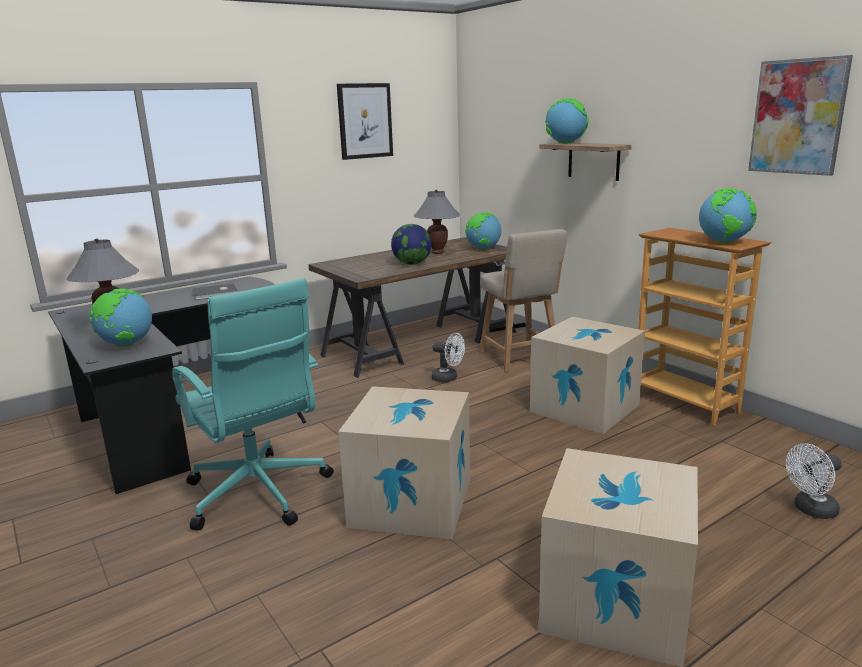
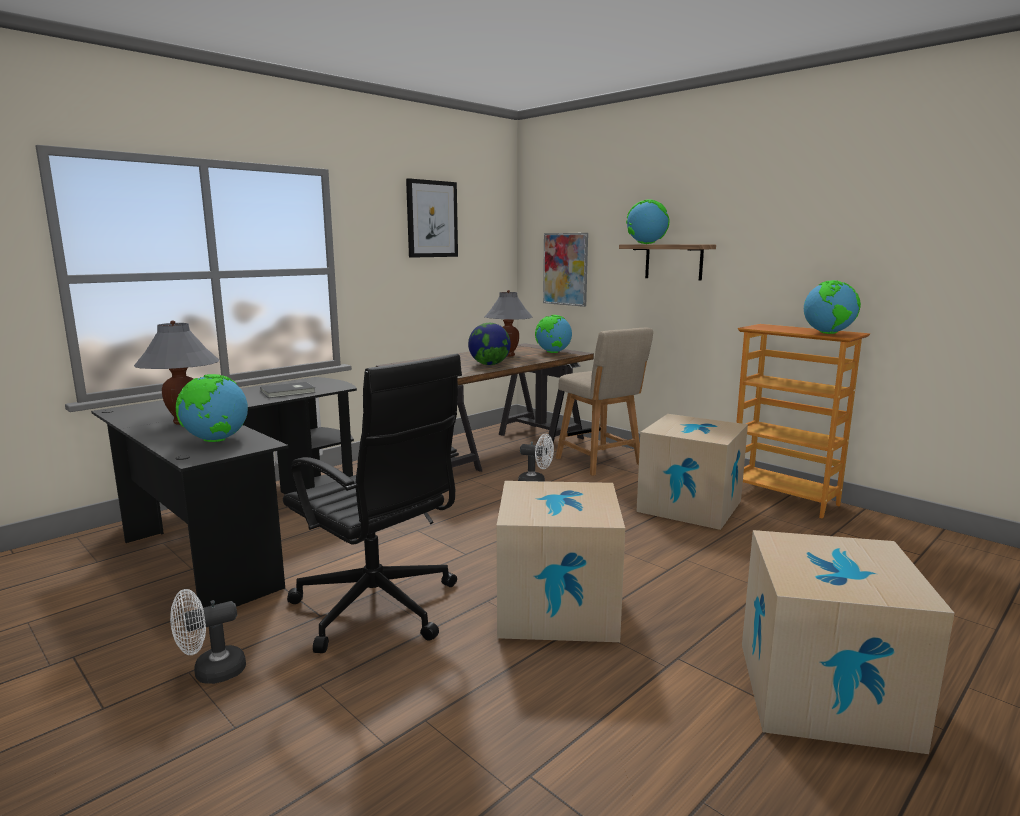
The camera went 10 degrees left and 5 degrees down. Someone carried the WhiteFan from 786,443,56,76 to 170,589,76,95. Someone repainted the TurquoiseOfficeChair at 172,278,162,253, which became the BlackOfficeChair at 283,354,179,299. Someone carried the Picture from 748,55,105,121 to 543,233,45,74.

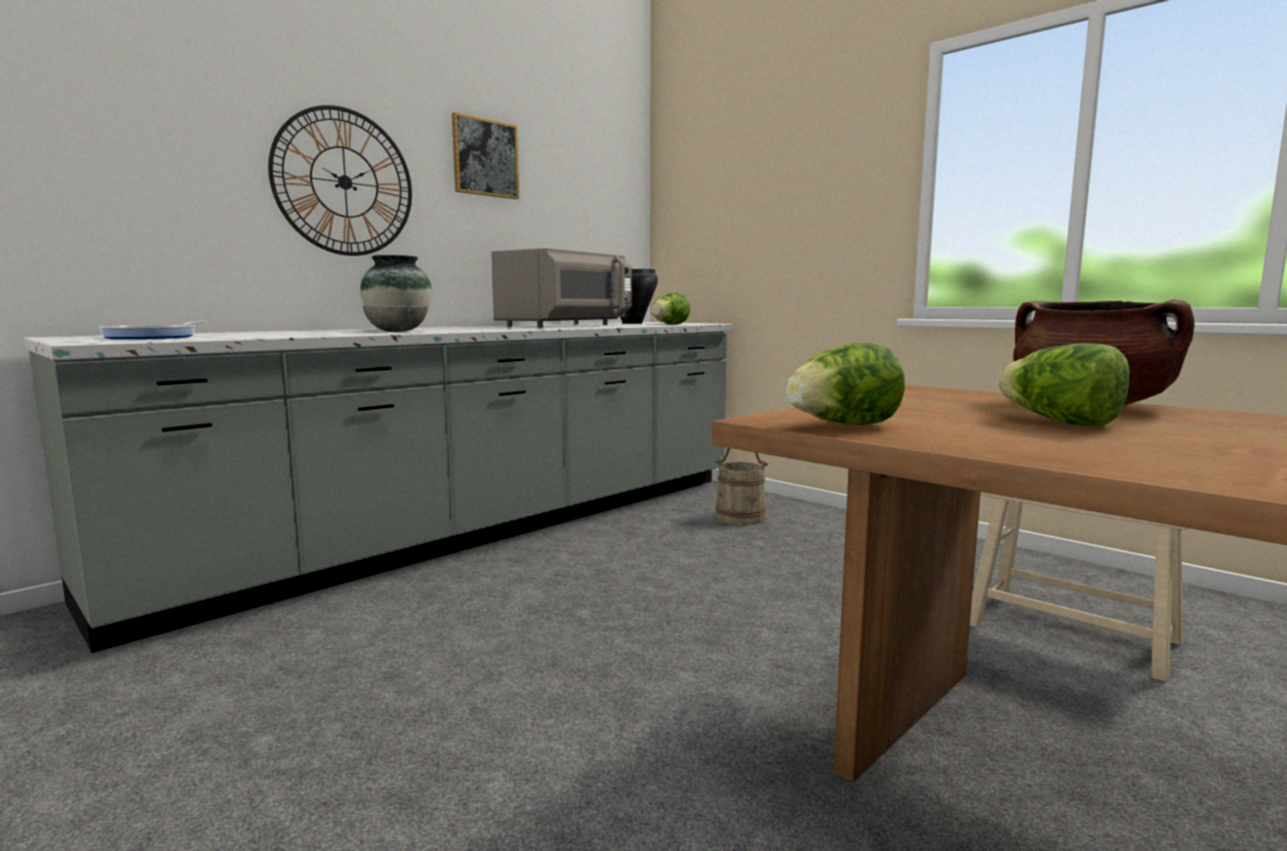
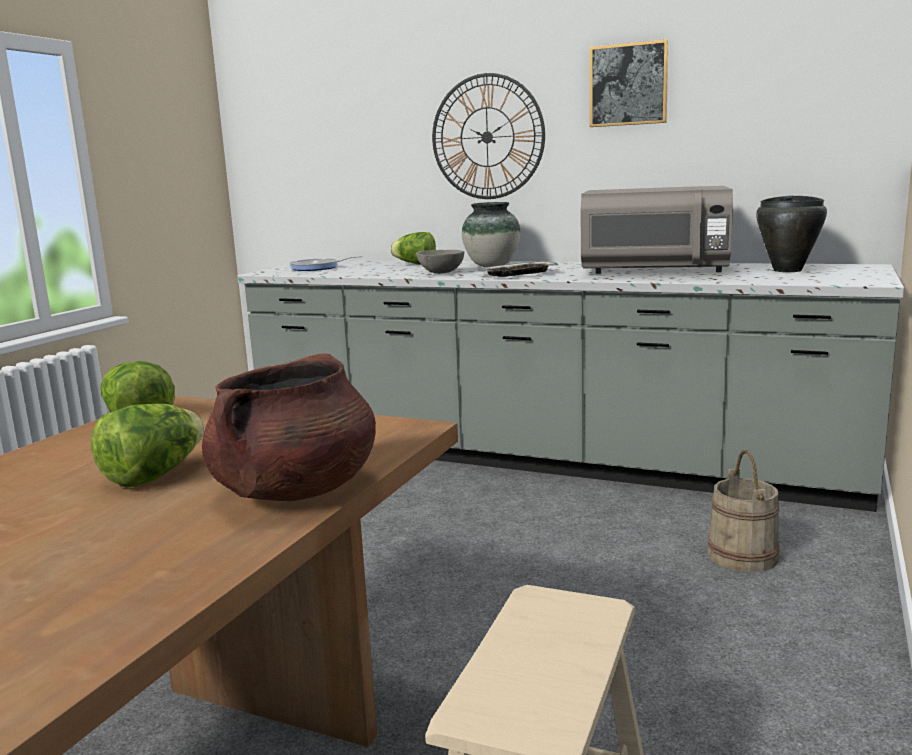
The camera went 70 degrees right and 5 degrees up. Someone carried the Lettuce from 651,293,39,31 to 390,232,46,32. Someone put down the Tray at 477,261,81,16.

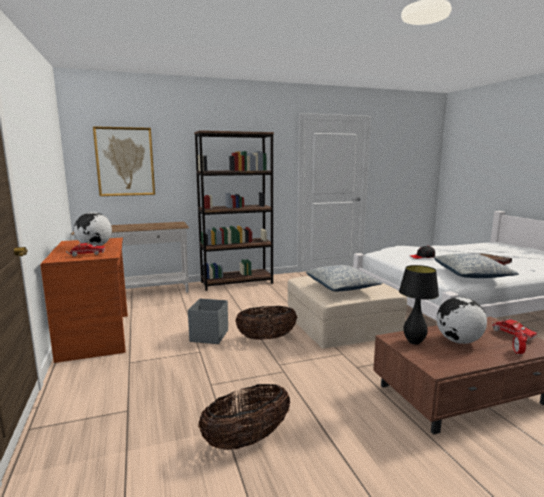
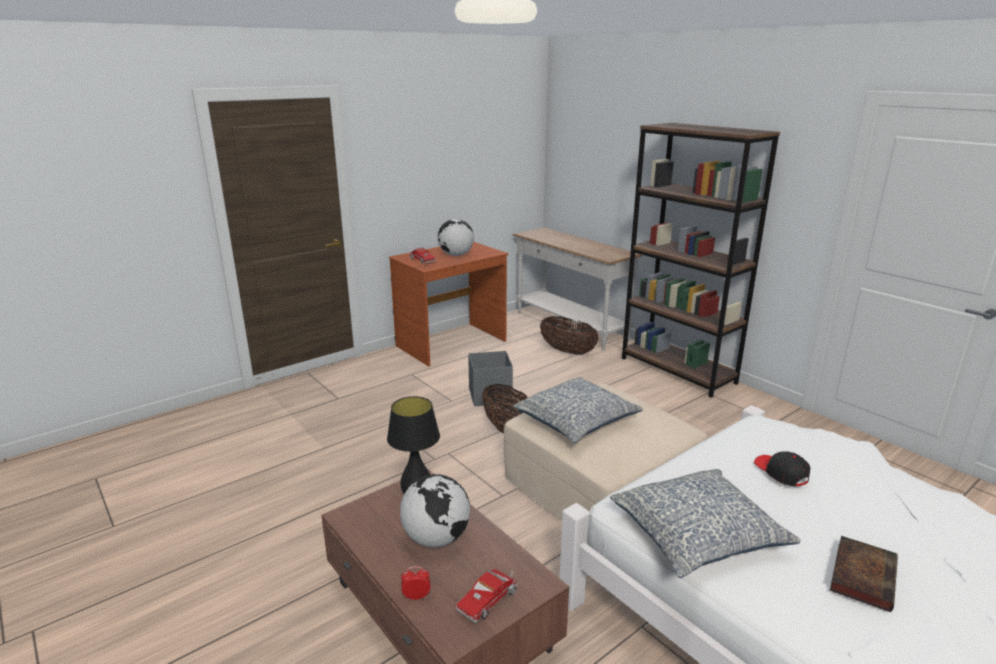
The camera went 70 degrees right and 10 degrees up. Someone carried the Basket from 198,384,92,66 to 540,316,59,39. Someone took away the Picture at 93,126,62,70.

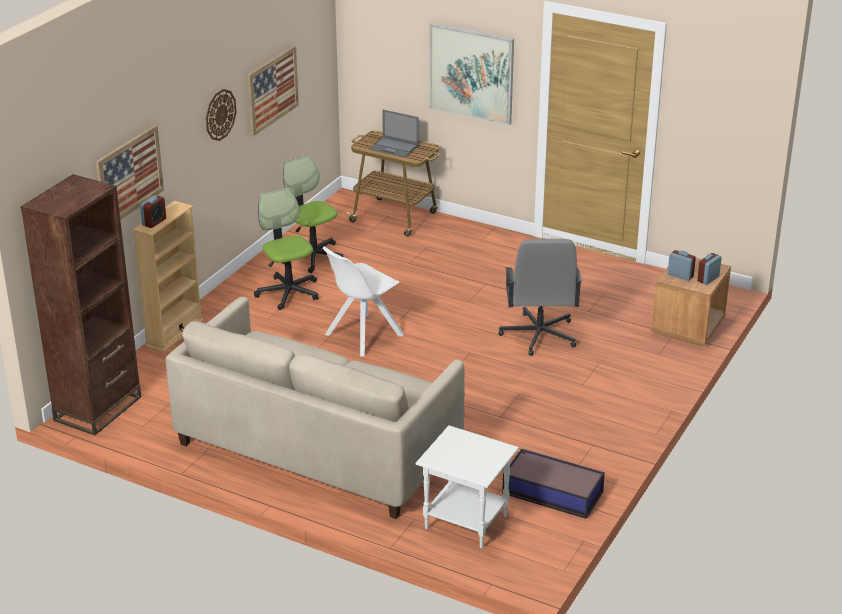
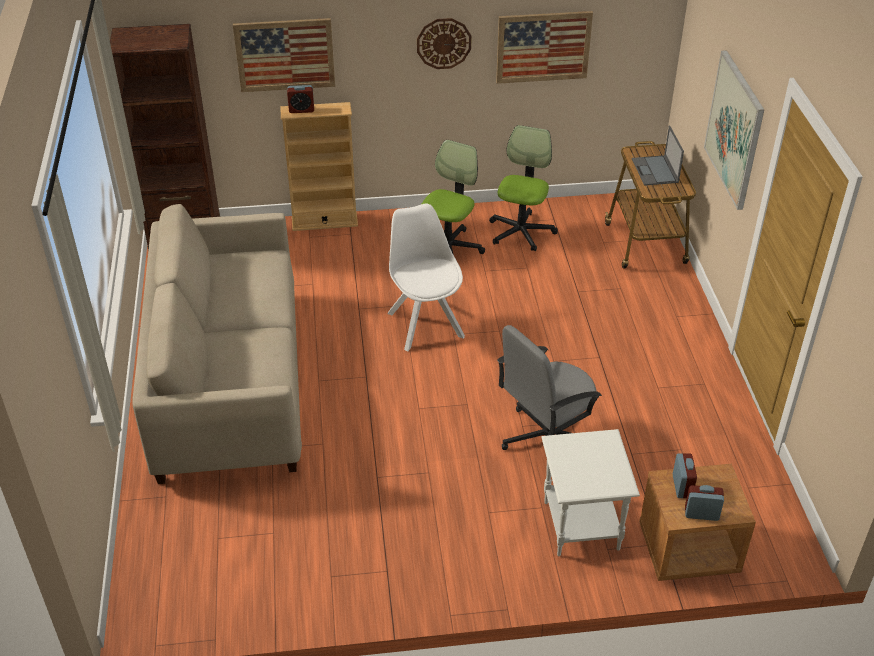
The camera went 55 degrees right and 10 degrees up. Someone rotated the WhiteChair at 323,246,81,110 by 60 degrees clockwise. Someone carried the WhiteSideTable from 415,425,104,123 to 541,429,99,127. Someone took away the StorageBox at 502,448,103,71.

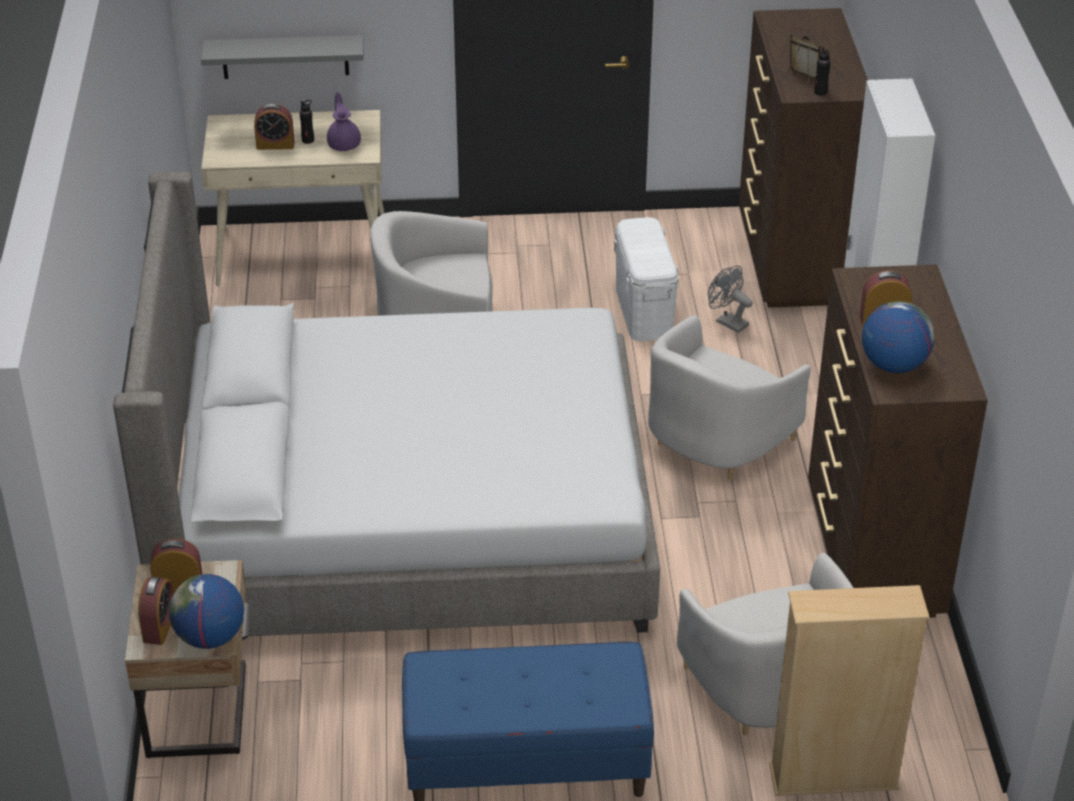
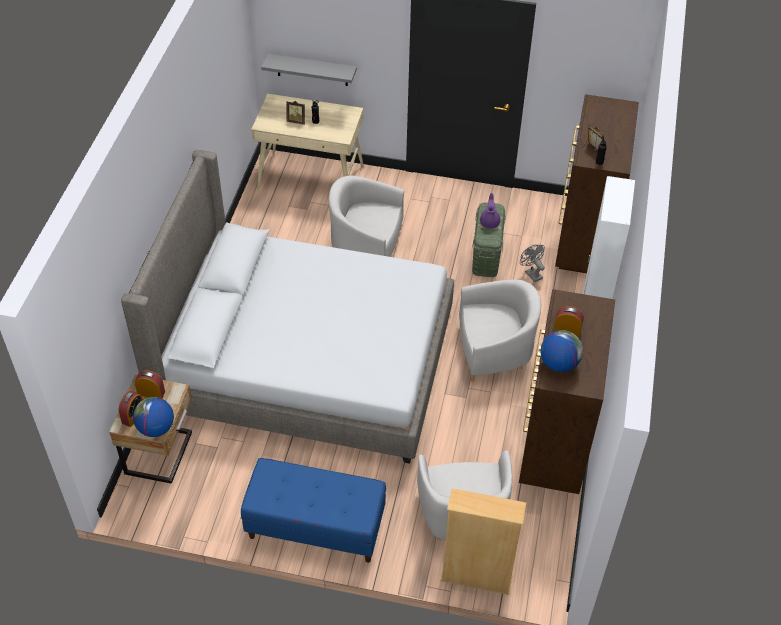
The camera went 15 degrees right and 10 degrees up. Someone swapped the AlarmClock at 254,103,41,47 for the PictureFrame at 286,101,19,24. Someone rotated the WhiteArmchair at 648,315,163,165 by 150 degrees counterclockwise. Someone repainted the WhiteStorageBox at 614,217,65,124, which became the GreenStorageBox at 472,202,34,75. Someone carried the PurpleTeapot from 327,92,34,59 to 480,193,20,36.

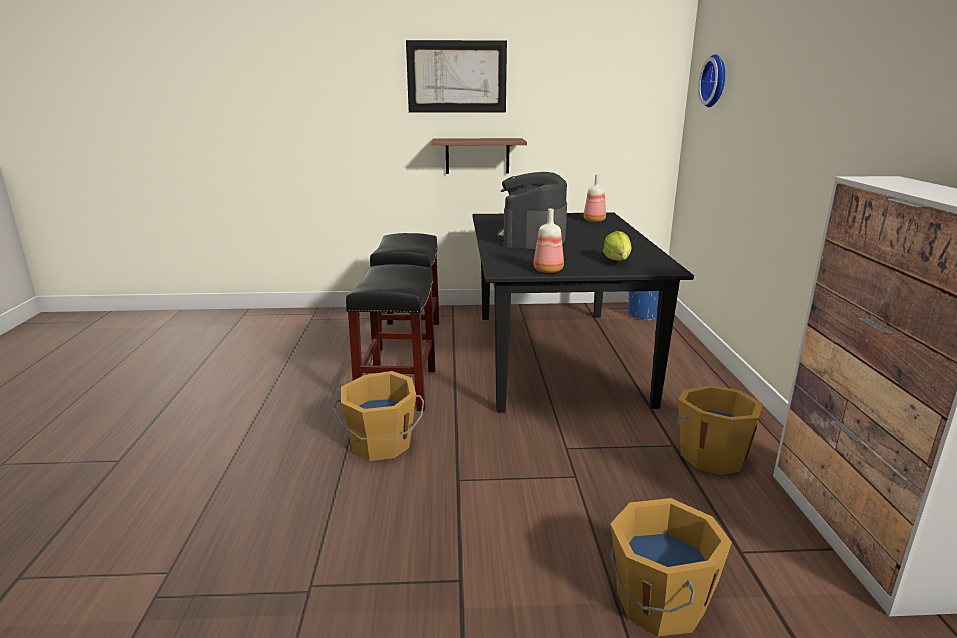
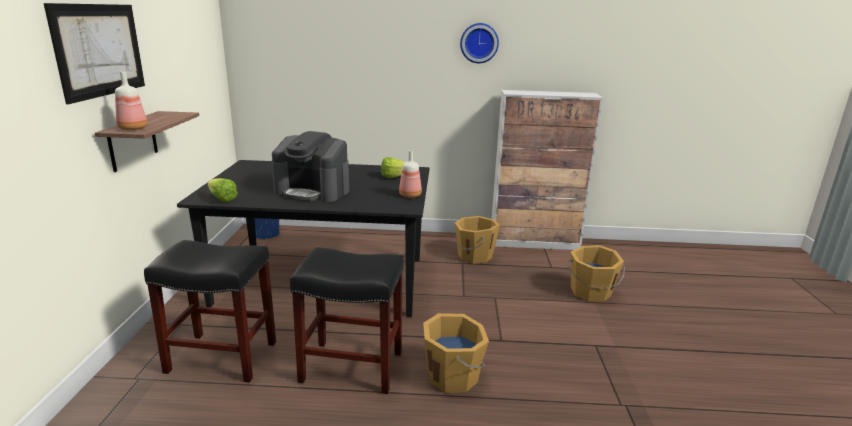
The camera went 85 degrees left and 0 degrees up. Someone carried the Bottle from 583,174,23,48 to 115,71,32,59. Someone put down the Lettuce at 208,178,30,24. Someone carried the WallClock from 698,54,27,53 to 460,23,39,40.

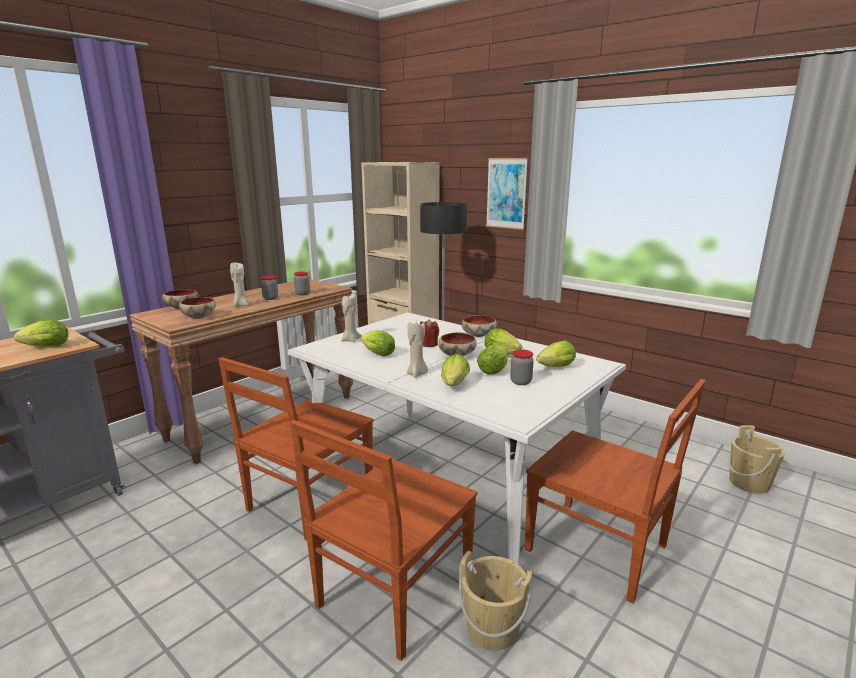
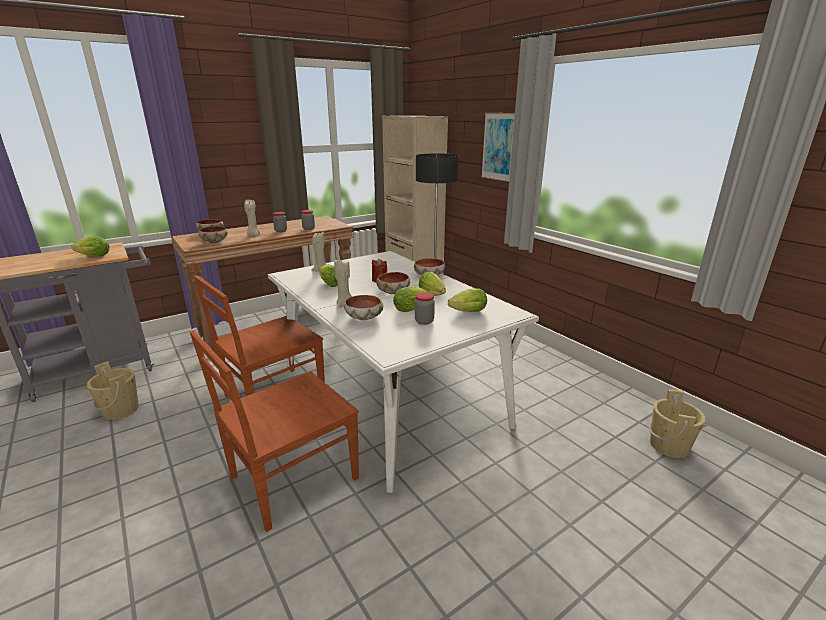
The camera went 15 degrees right and 5 degrees up. Someone carried the BeigeBucket from 459,551,73,99 to 87,361,52,59. Someone swapped the Lettuce at 441,354,29,32 for the Bowl at 344,295,39,25. Someone took away the BrownChair at 525,379,181,225.

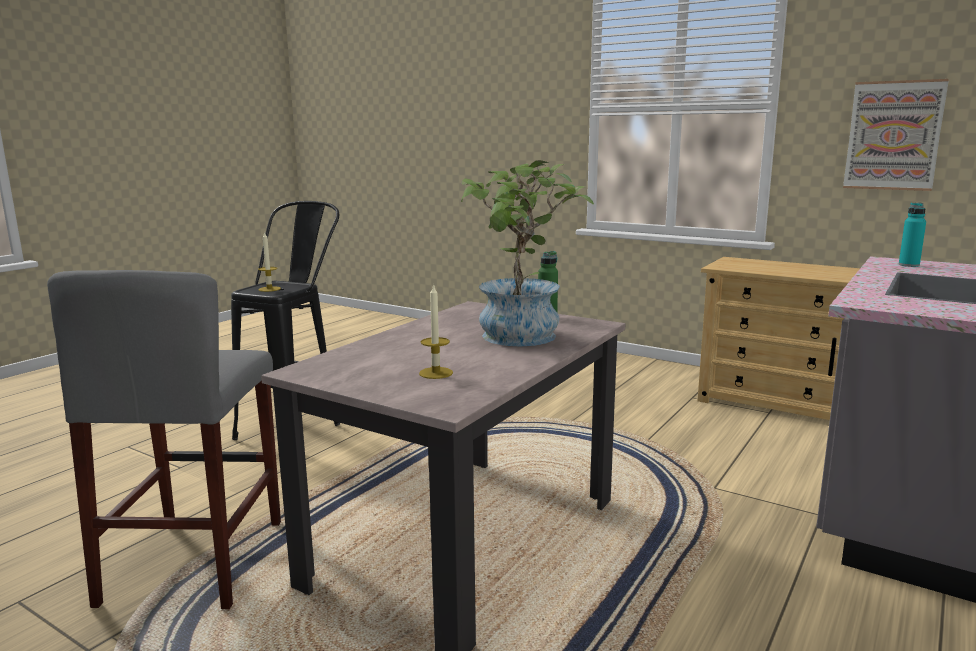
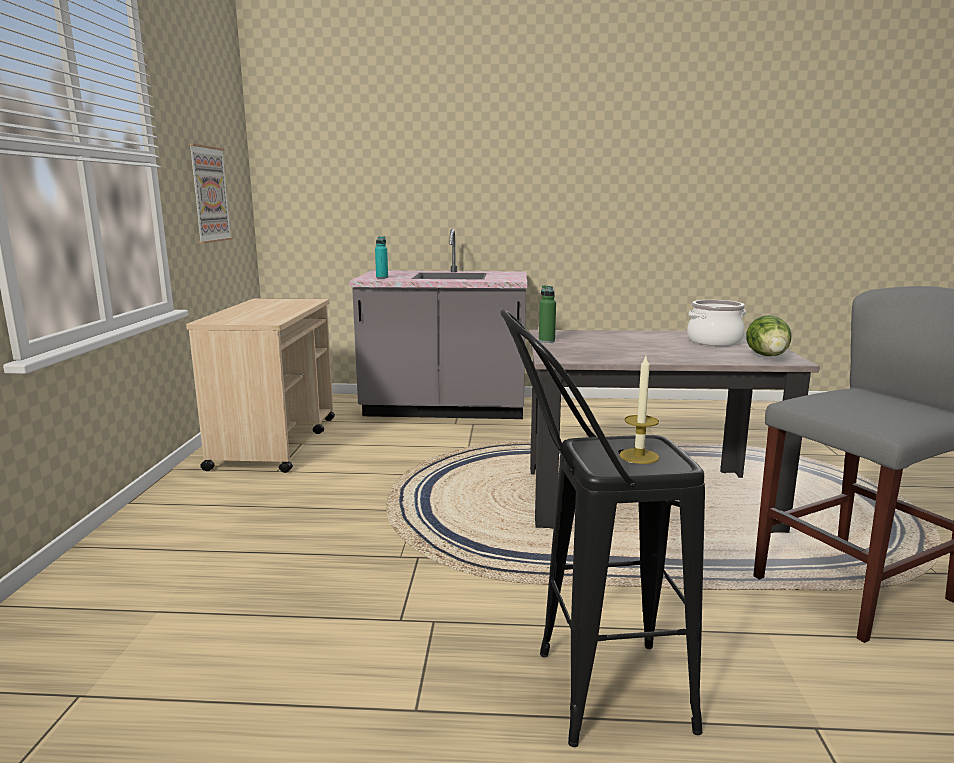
The camera went 120 degrees left and 0 degrees up. Someone swapped the BeigeDresser at 698,257,162,163 for the BeigeCart at 186,298,149,175. Someone swapped the Candle at 419,284,34,95 for the CookingPot at 687,300,59,46. Someone put down the Lettuce at 746,315,46,41. Someone took away the PottedPlant at 461,160,133,187.

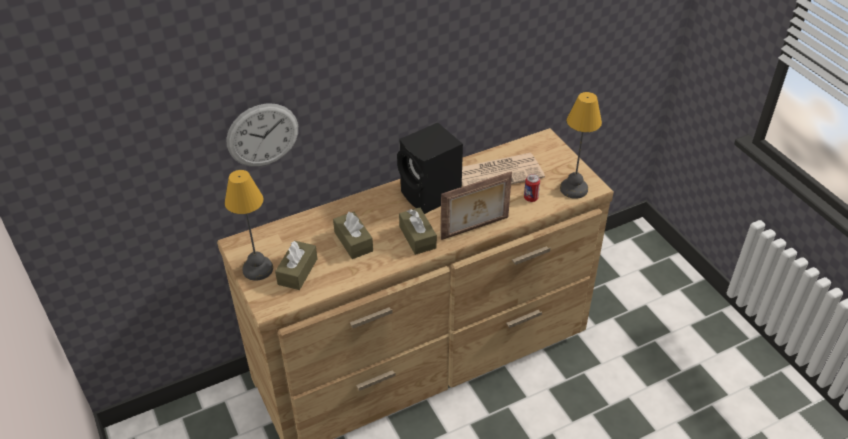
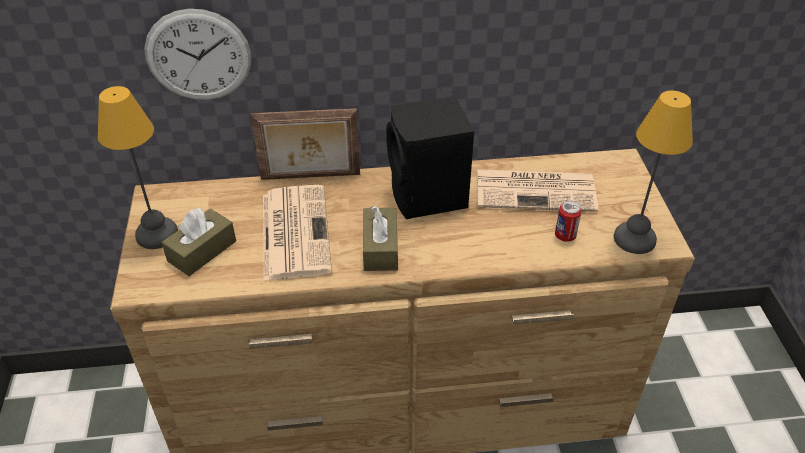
The camera went 20 degrees right and 0 degrees up. Someone carried the PictureFrame from 441,172,71,68 to 250,108,110,72. Someone swapped the BrownTissueBox at 333,212,40,47 for the Newspaper at 263,185,69,96.

